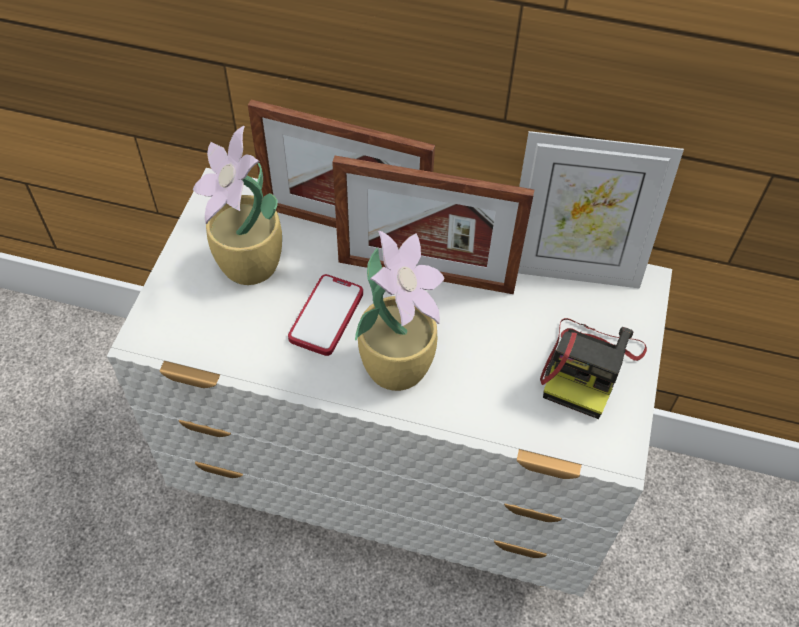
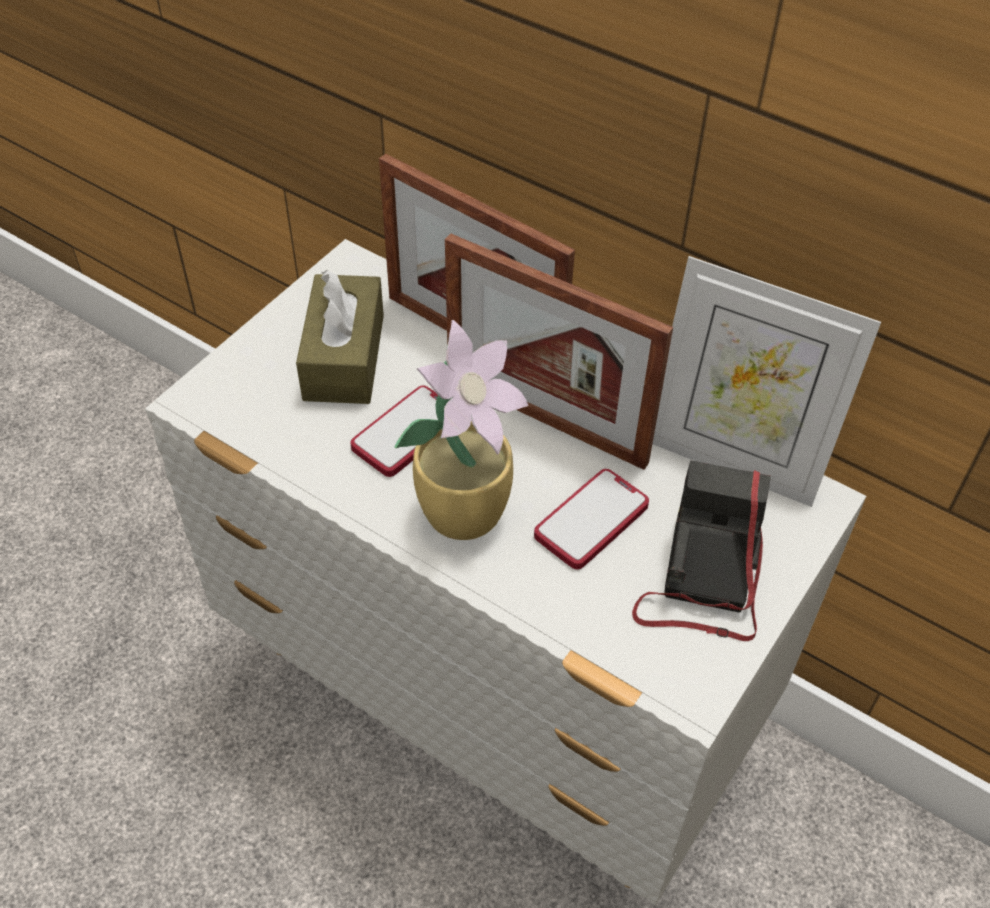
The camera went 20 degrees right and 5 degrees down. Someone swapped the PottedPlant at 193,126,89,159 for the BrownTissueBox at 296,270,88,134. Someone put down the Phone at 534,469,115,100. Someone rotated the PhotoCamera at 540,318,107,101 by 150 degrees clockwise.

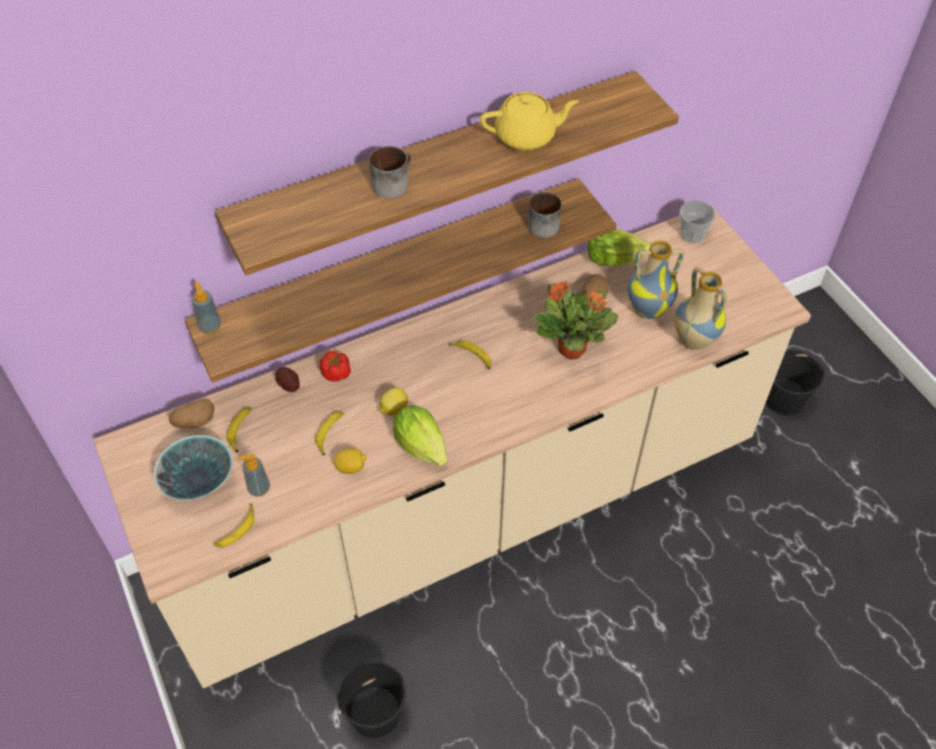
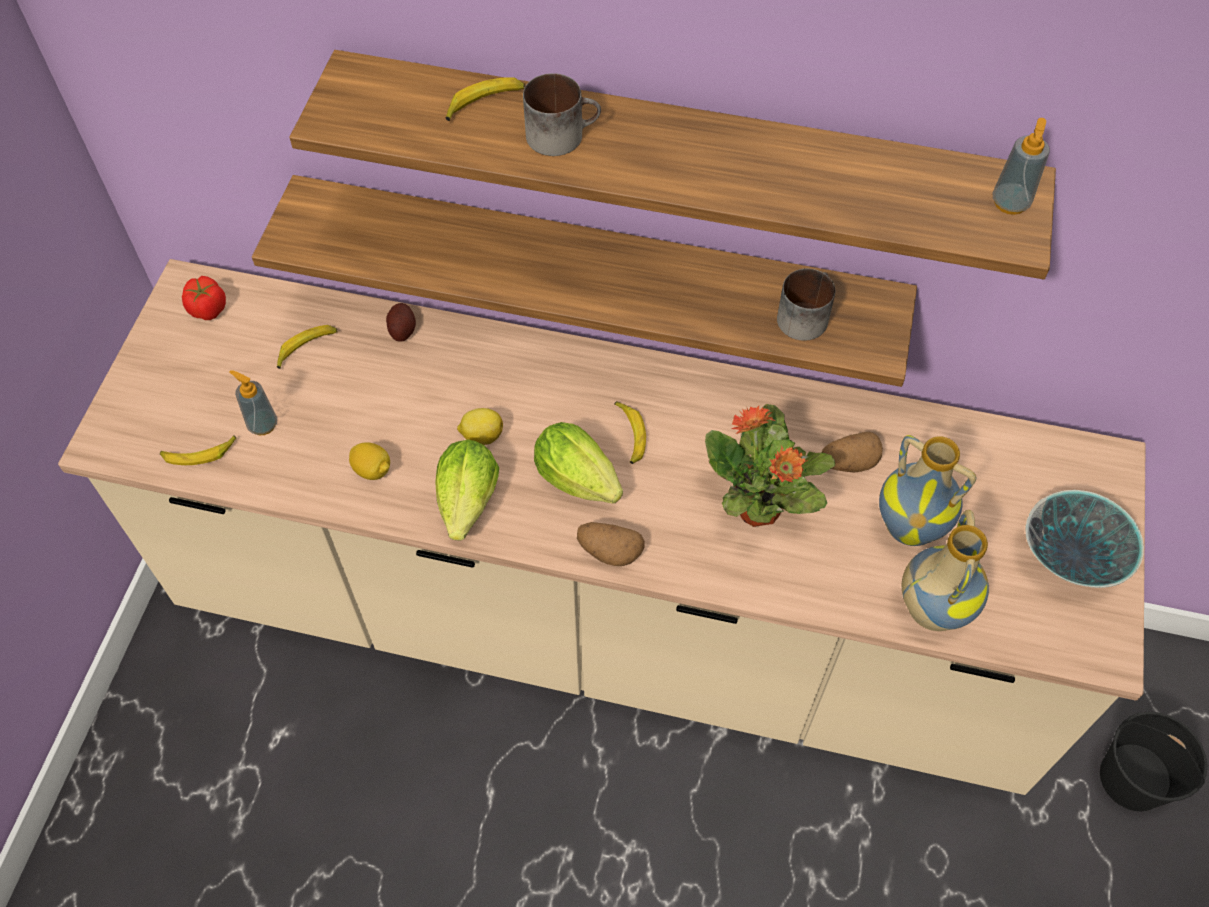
The camera went 40 degrees right and 5 degrees up. Someone carried the Tomato from 320,351,31,31 to 182,276,44,44. Someone carried the Banana from 315,412,29,43 to 446,77,79,44. Someone carried the Lettuce from 588,229,63,37 to 534,422,89,81. Someone carried the Potato from 169,399,45,29 to 577,522,68,44. Someone carried the SoapDispenser from 191,282,30,52 to 993,118,57,97. Someone carried the Bowl from 154,435,79,65 to 1025,490,119,98. Someone took away the BlackBucket at 337,661,69,77. Someone took away the YellowTeapot at 480,92,99,58. Someone took away the Cup at 680,201,36,42.

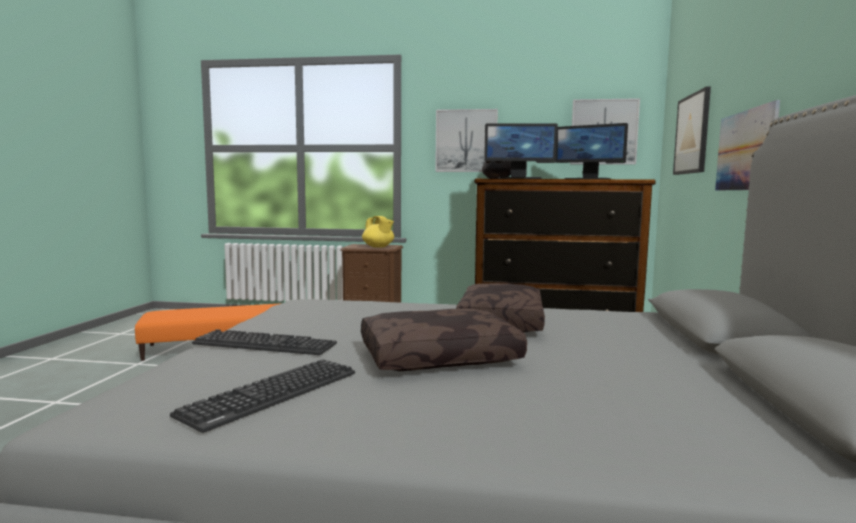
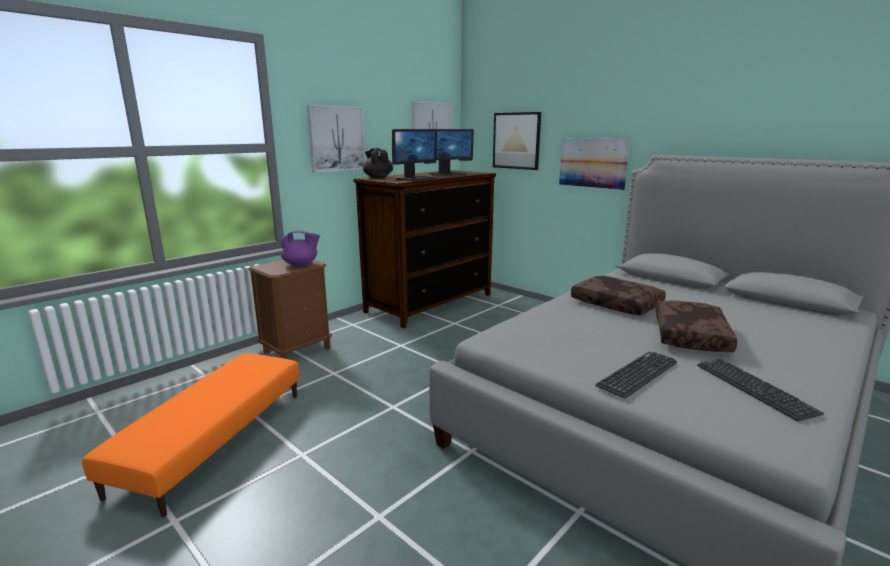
The camera went 55 degrees left and 10 degrees up. Someone repainted the YellowTeapot at 362,216,32,32, which became the PurpleTeapot at 281,230,39,36.

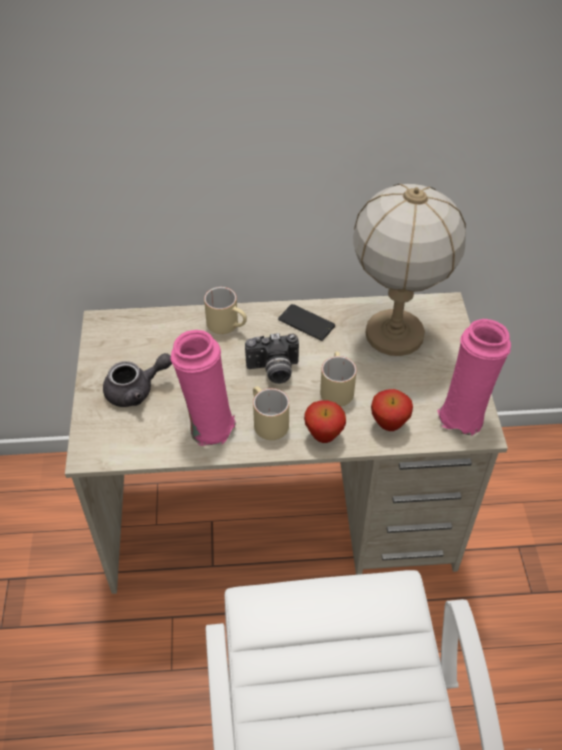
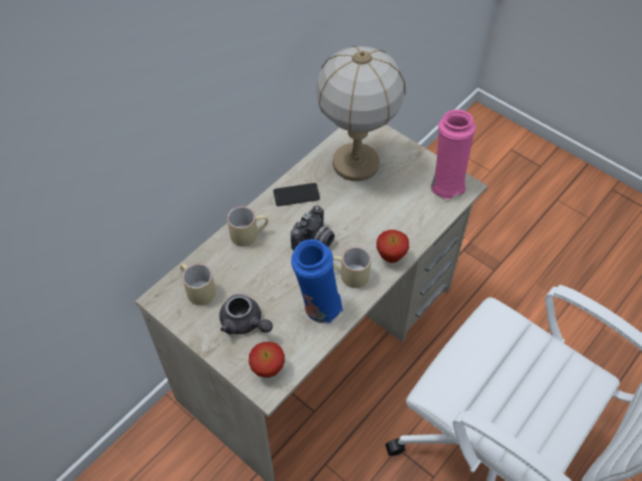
The camera went 45 degrees left and 5 degrees up. Someone carried the BeigeMug from 320,352,37,55 to 180,263,36,42. Someone rotated the GreyTeapot at 103,353,69,54 by 105 degrees clockwise. Someone carried the Apple from 371,389,42,42 to 249,342,36,36. Someone repainted the PinkVase at 170,330,66,116, which became the BlueVase at 291,239,52,84.

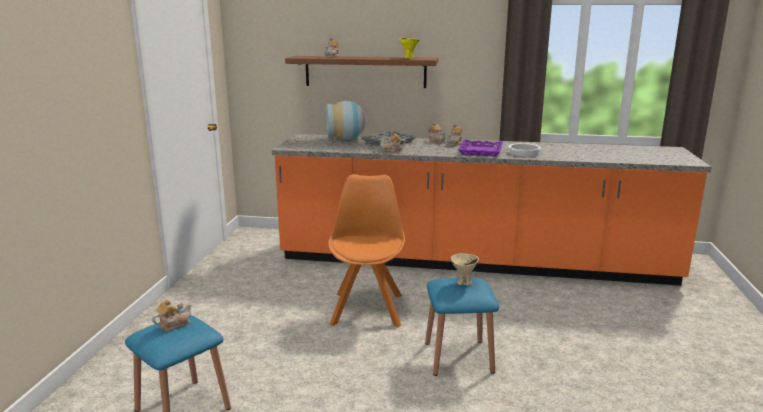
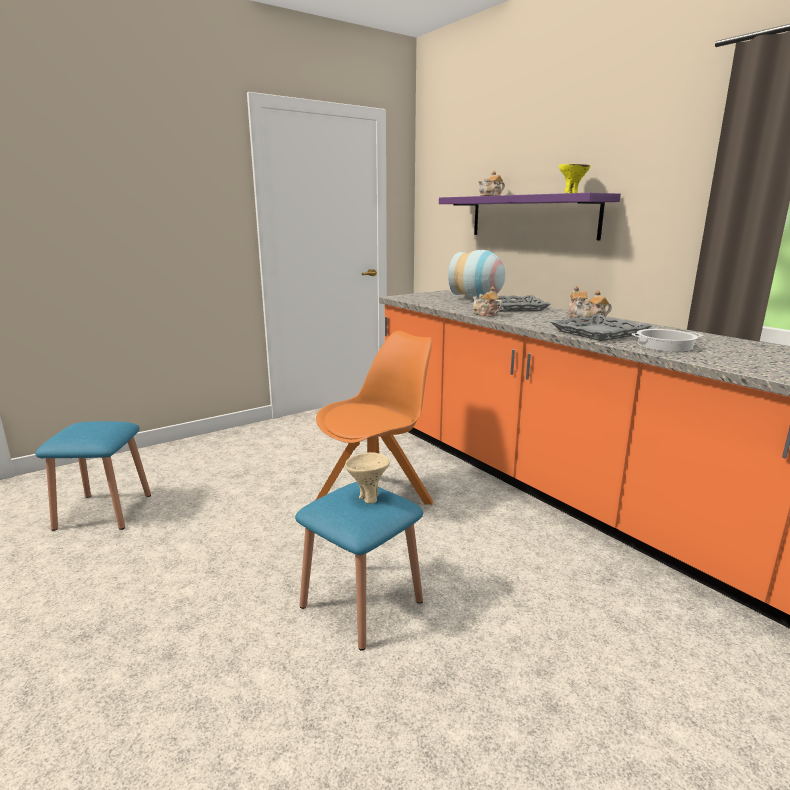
The camera went 45 degrees right and 0 degrees up. Someone repainted the BrownShelf at 285,56,153,32, which became the PurpleShelf at 439,193,182,47. Someone repainted the PurpleTray at 458,140,45,17, which became the GreyTray at 551,314,101,27. Someone took away the Teapot at 152,299,40,32.

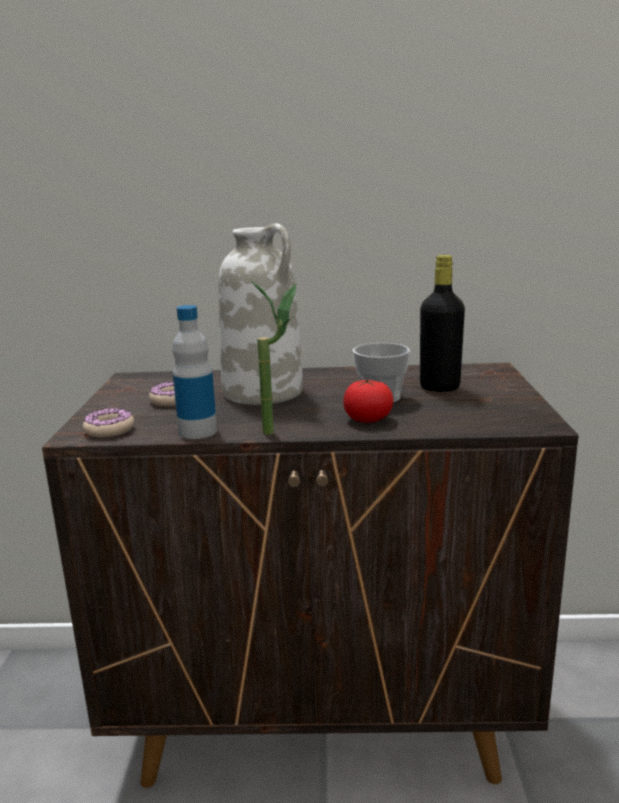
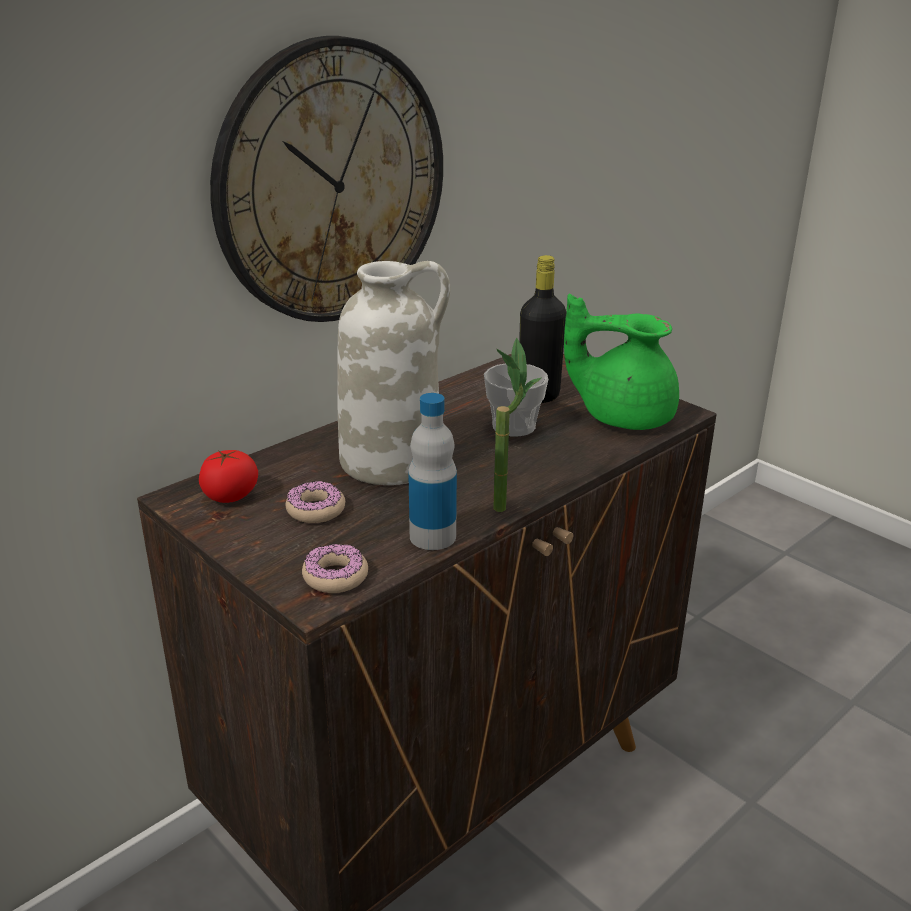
The camera went 45 degrees left and 10 degrees up. Someone carried the Tomato from 343,379,50,44 to 199,450,59,53. Someone put up the WallClock at 210,36,233,286. Someone put down the GreenTeapot at 564,294,115,136.

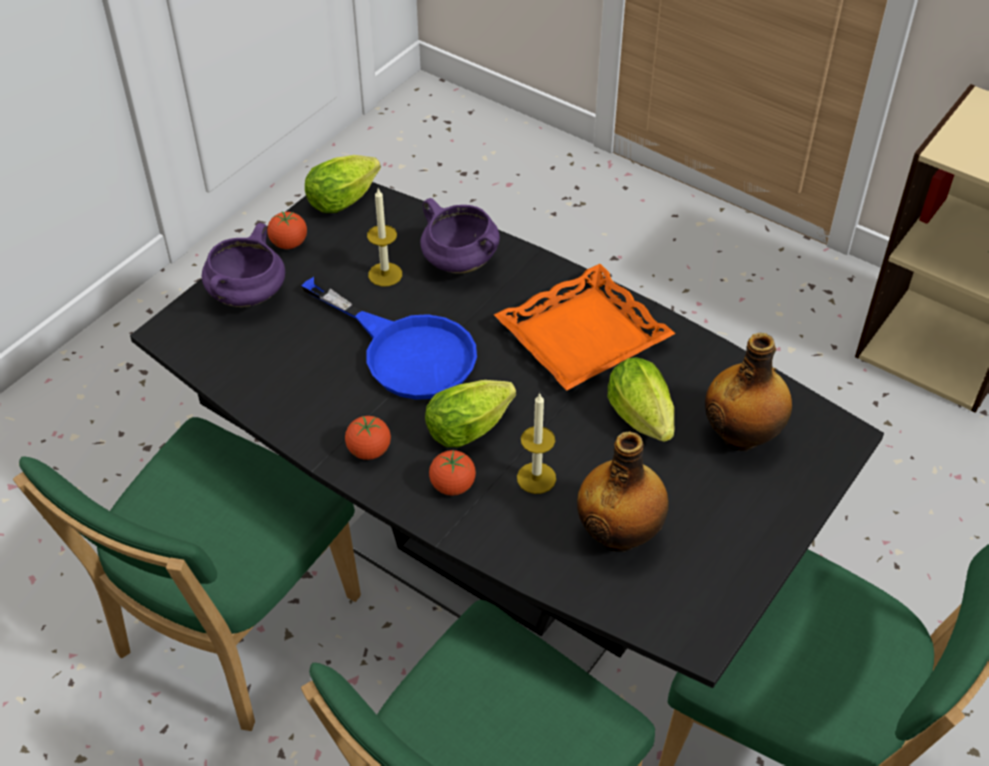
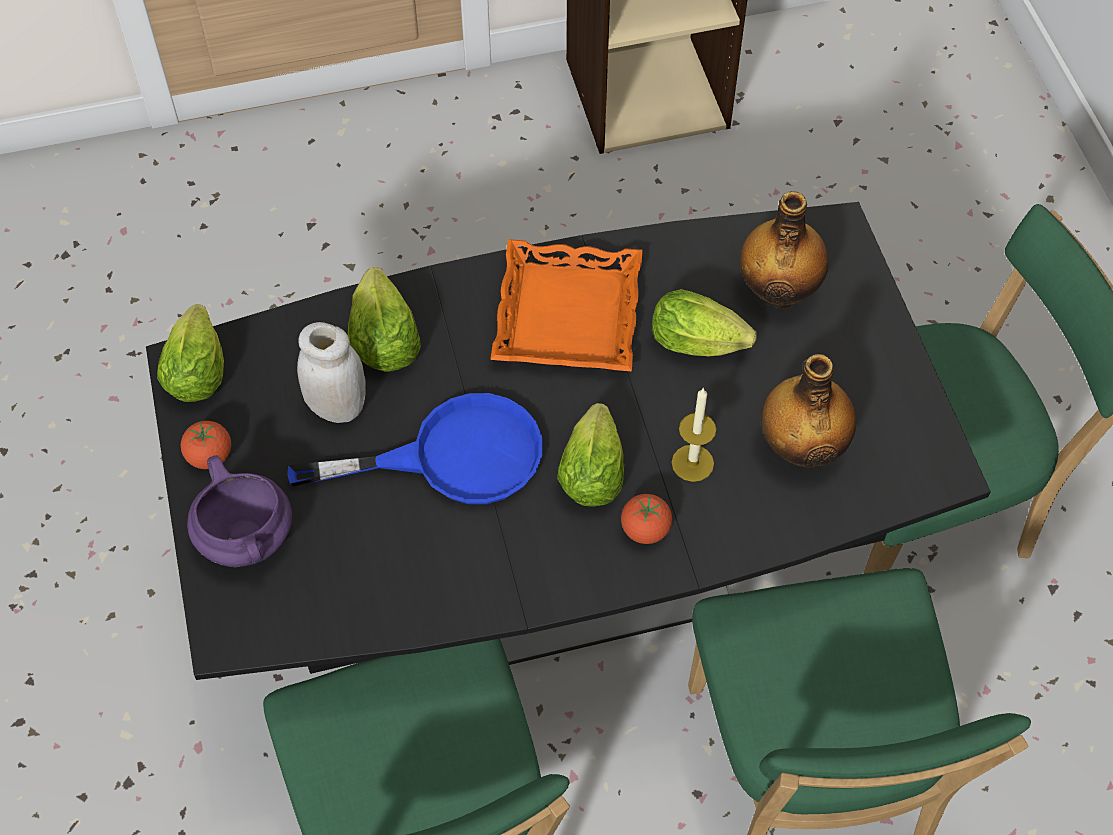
The camera went 50 degrees left and 10 degrees up. Someone swapped the Candle at 367,189,35,97 for the WhiteJar at 297,322,69,101. Someone swapped the PurpleCookingPot at 420,198,80,76 for the Lettuce at 348,267,73,105. Someone took away the Tomato at 345,416,46,44.

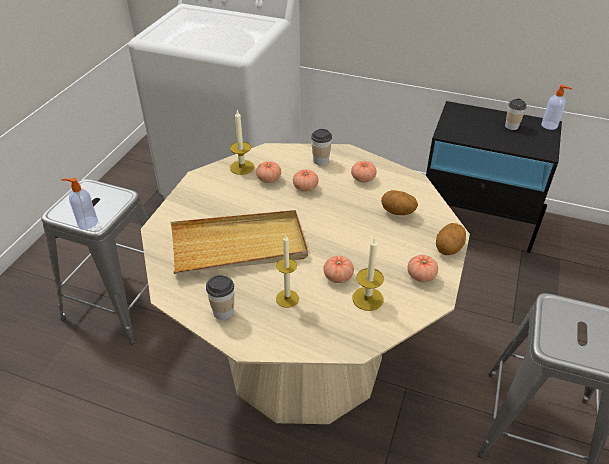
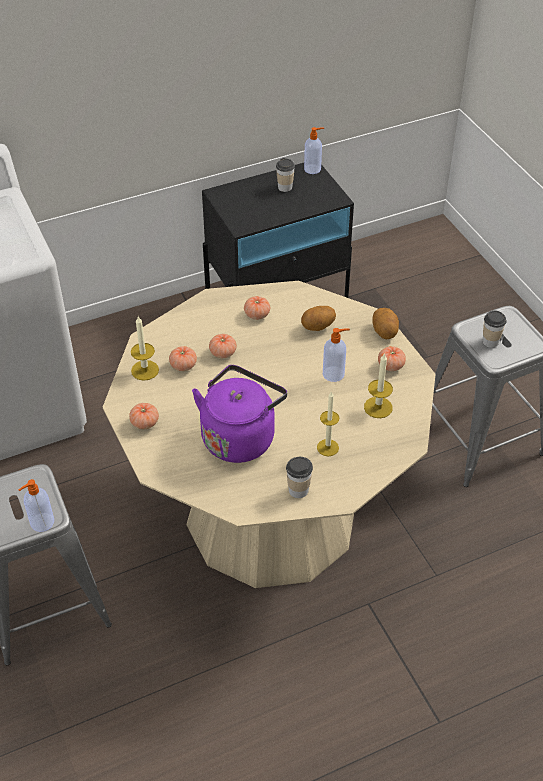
The camera went 45 degrees left and 5 degrees up. Someone carried the Tomato from 323,256,31,27 to 129,403,30,26. Someone swapped the BeigeTray at 171,210,137,64 for the PurpleKettle at 192,365,95,98. Someone put down the SoapDispenser at 323,328,27,54. Someone carried the Cup from 311,129,21,37 to 482,311,24,37.

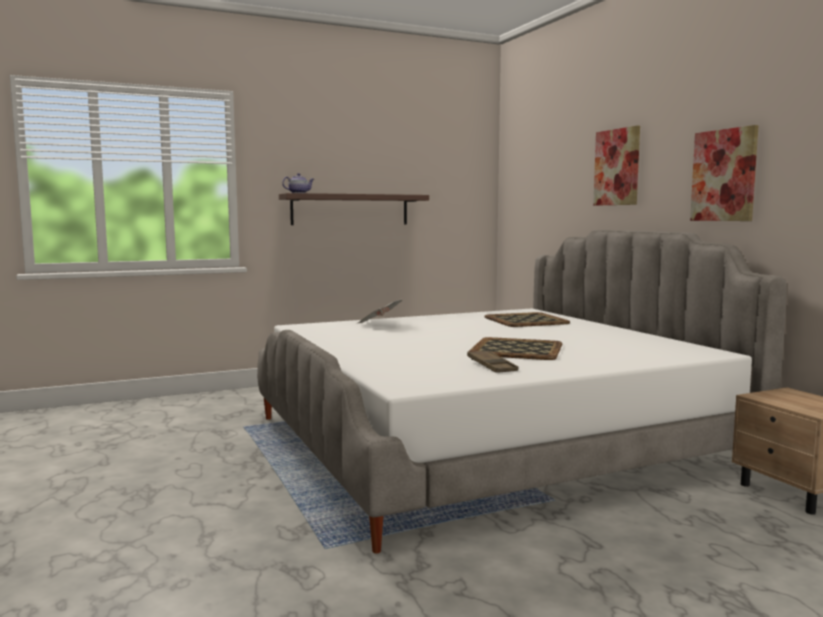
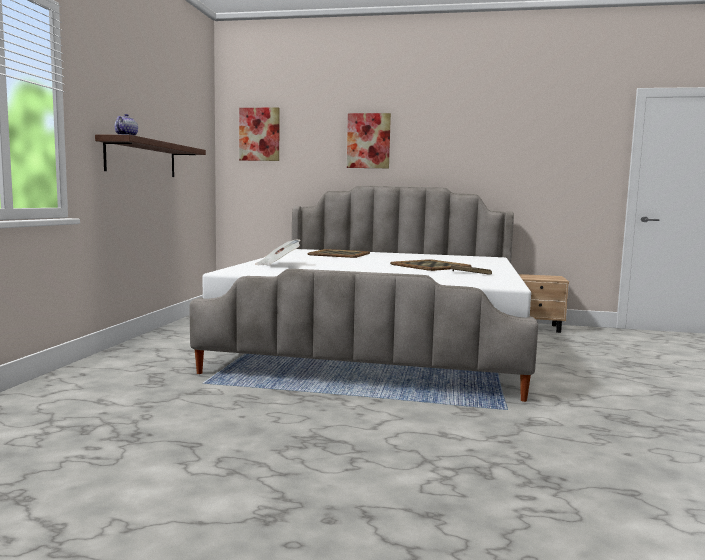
The camera went 55 degrees left and 0 degrees up. Someone carried the Picture from 690,125,69,96 to 239,108,41,53.

